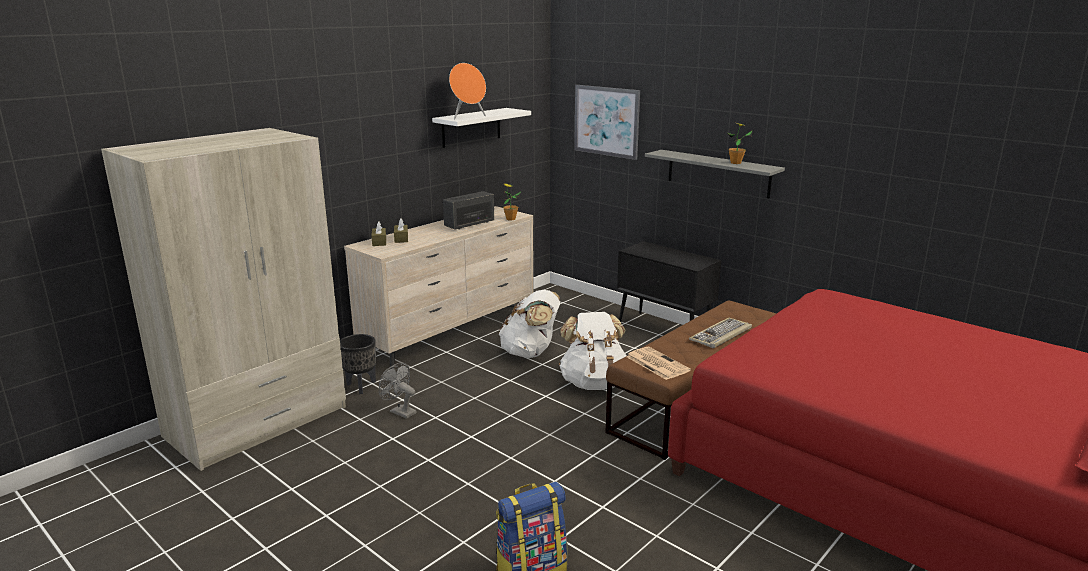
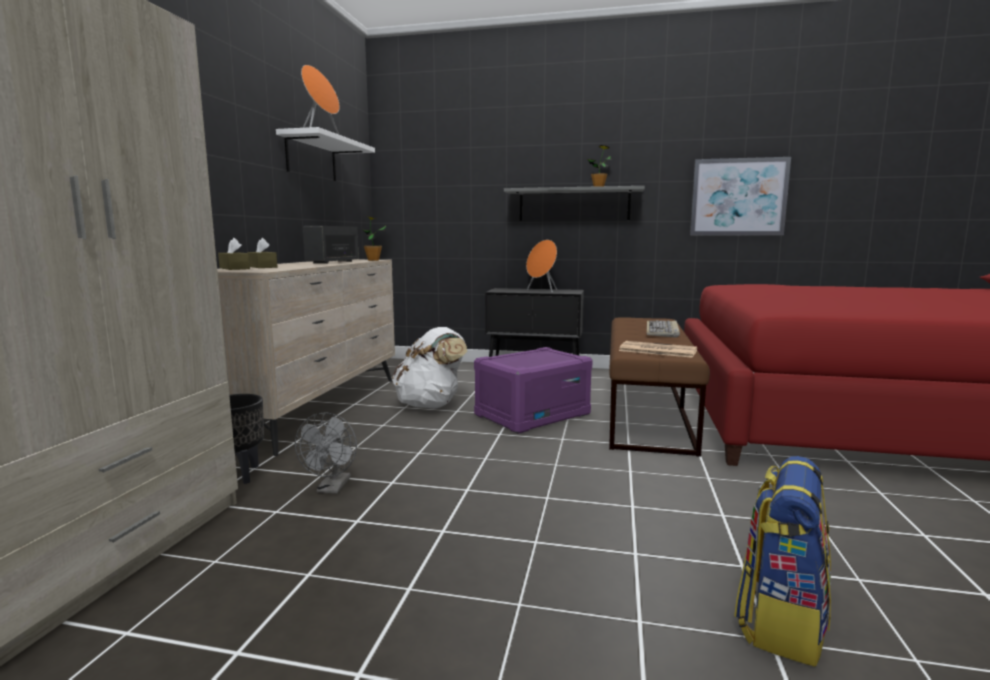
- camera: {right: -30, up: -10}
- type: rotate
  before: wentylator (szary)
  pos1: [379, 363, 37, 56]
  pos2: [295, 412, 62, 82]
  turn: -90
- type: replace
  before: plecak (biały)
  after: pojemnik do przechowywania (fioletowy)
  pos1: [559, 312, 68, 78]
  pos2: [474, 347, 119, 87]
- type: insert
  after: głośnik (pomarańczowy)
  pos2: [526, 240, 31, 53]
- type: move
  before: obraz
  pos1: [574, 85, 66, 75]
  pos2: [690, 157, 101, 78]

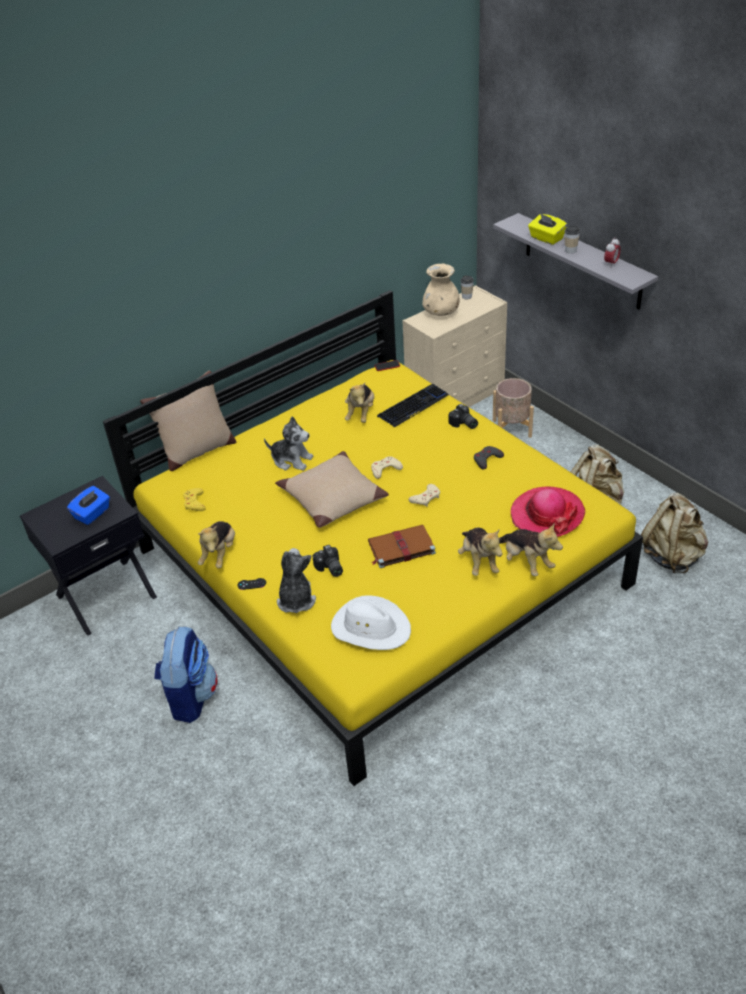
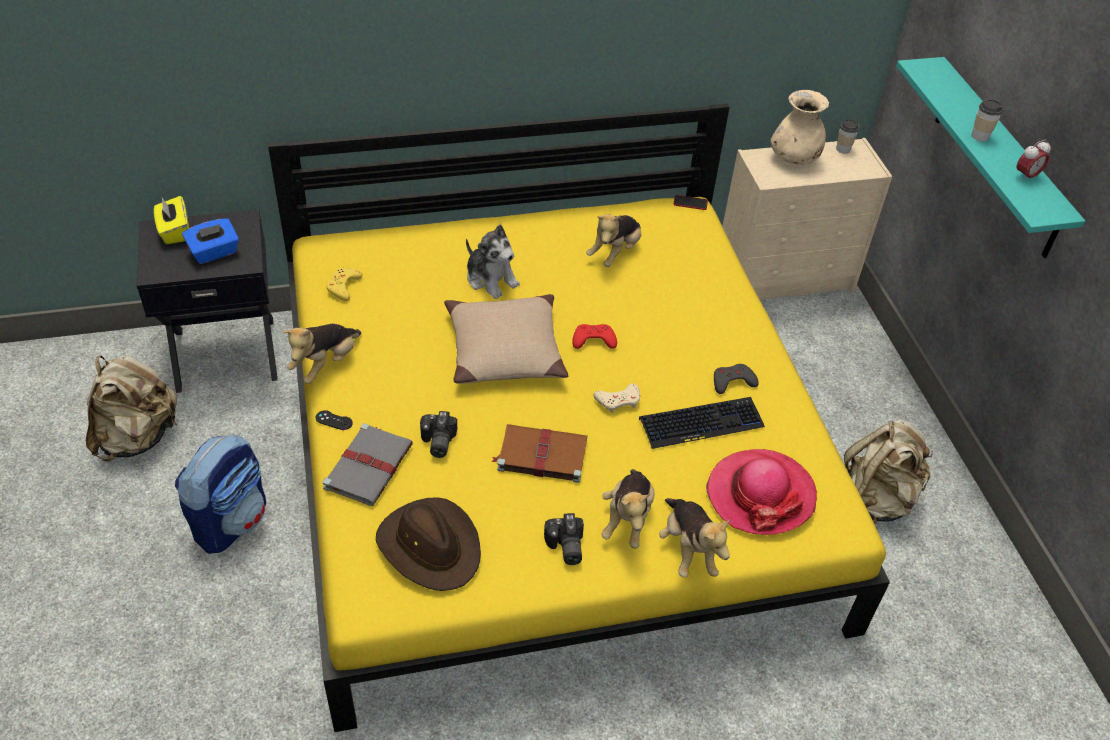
- camera: {right: 20, up: 5}
- type: move
  before: plecak (beżowy)
  pos1: [641, 493, 67, 80]
  pos2: [86, 355, 92, 107]
- type: move
  before: pudełko chusteczek (żółty)
  pos1: [528, 213, 39, 32]
  pos2: [154, 196, 35, 48]
- type: replace
  before: pluszak
  after: książka (szary)
  pos1: [277, 548, 39, 65]
  pos2: [323, 423, 90, 83]
- type: recolor
  before: kapelusz (biały)
  after: kapelusz (brązowy)
  pos1: [331, 595, 80, 55]
  pos2: [376, 497, 105, 94]
- type: move
  before: aparat fotograficzny
  pos1: [448, 404, 30, 25]
  pos2: [544, 513, 40, 52]
- type: recolor
  before: pad do gier (beżowy)
  after: pad do gier (czerwony)
  pos1: [371, 456, 32, 23]
  pos2: [572, 324, 45, 25]
- type: move
  before: klawiatura
  pos1: [377, 384, 72, 44]
  pos2: [639, 397, 126, 52]
- type: recolor
  before: półka (szary)
  after: półka (turkusowy)
  pos1: [493, 213, 165, 96]
  pos2: [896, 57, 189, 201]
- type: delete
  before: poduszka (beżowy)
  pos1: [140, 371, 96, 100]
- type: delete
  before: donica (beżowy)
  pos1: [493, 378, 41, 60]

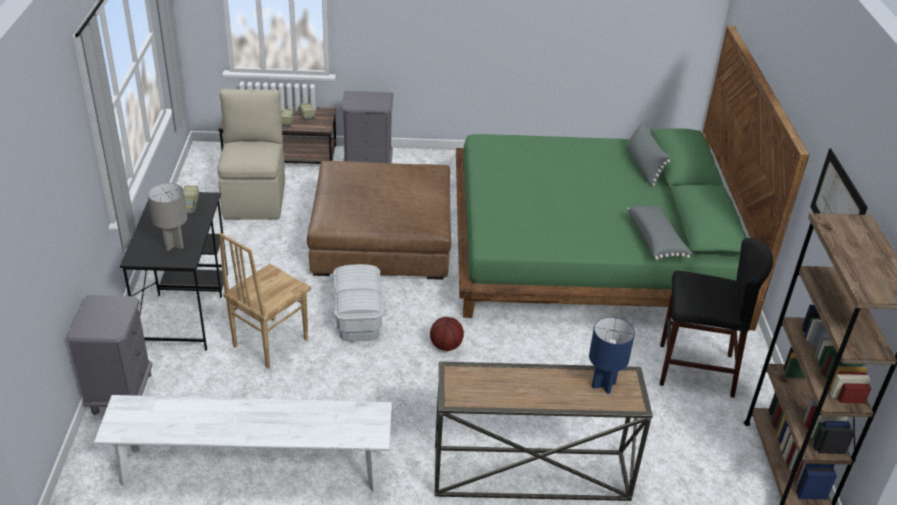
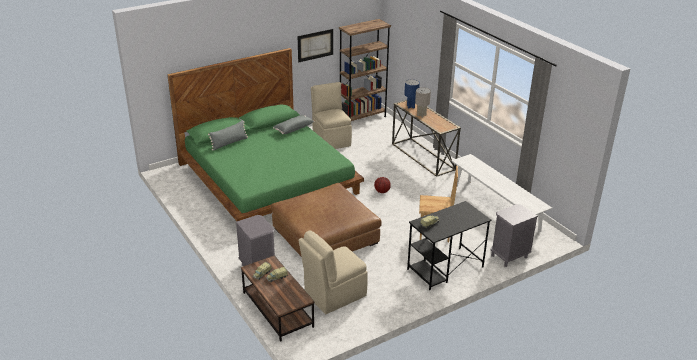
- camera: {right: -120, up: -5}
- type: replace
  before: stołek (czarny)
  after: krzesło (beżowy)
  pos1: [660, 238, 113, 160]
  pos2: [311, 82, 41, 67]
- type: move
  before: lampa stołowa (szary)
  pos1: [148, 183, 40, 68]
  pos2: [415, 87, 16, 31]
- type: delete
  before: pojemnik do przechowywania (biały)
  pos1: [333, 264, 51, 78]

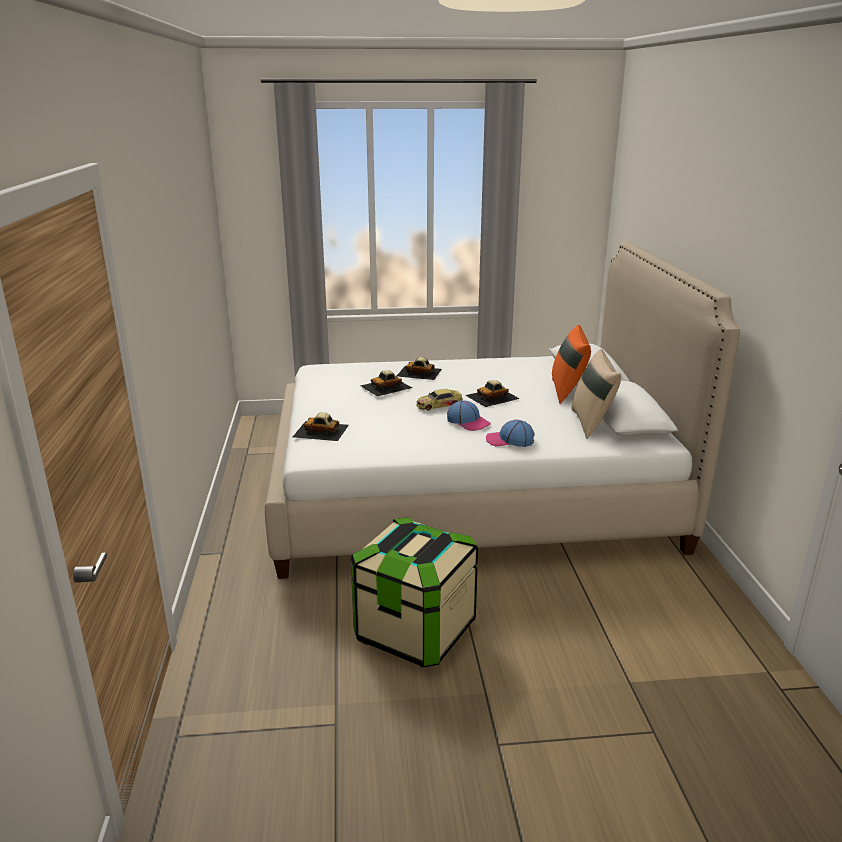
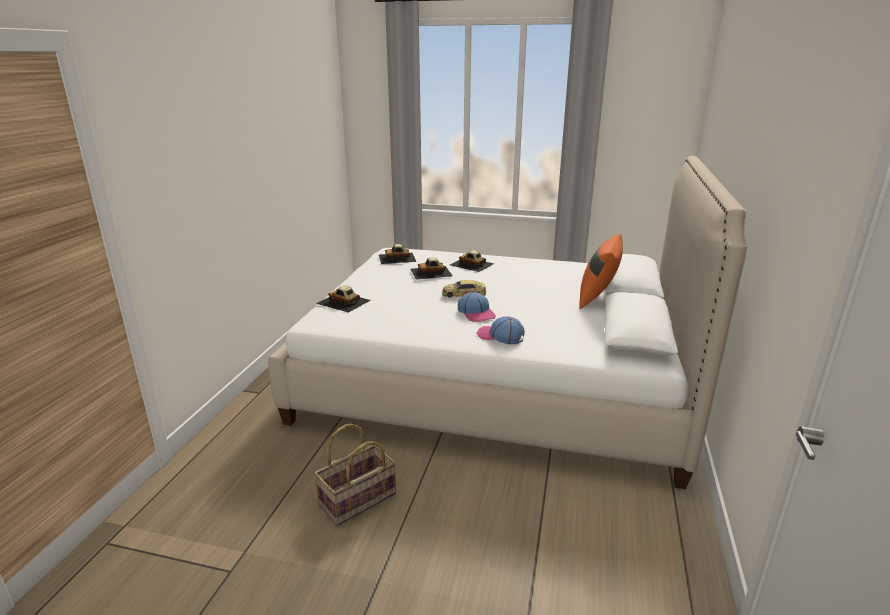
- camera: {right: 20, up: 0}
- type: replace
  before: pojemnik do przechowywania
  after: koszyk
  pos1: [351, 517, 127, 150]
  pos2: [314, 424, 82, 102]
- type: move
  before: samochodzik
  pos1: [465, 380, 55, 27]
  pos2: [379, 244, 37, 20]
- type: delete
  before: poduszka (beżowy)
  pos1: [572, 349, 49, 90]

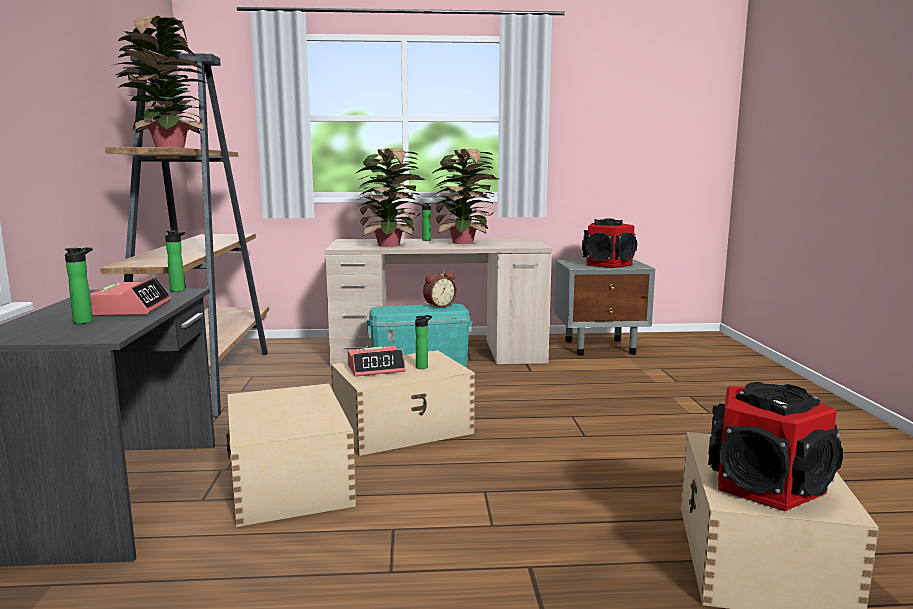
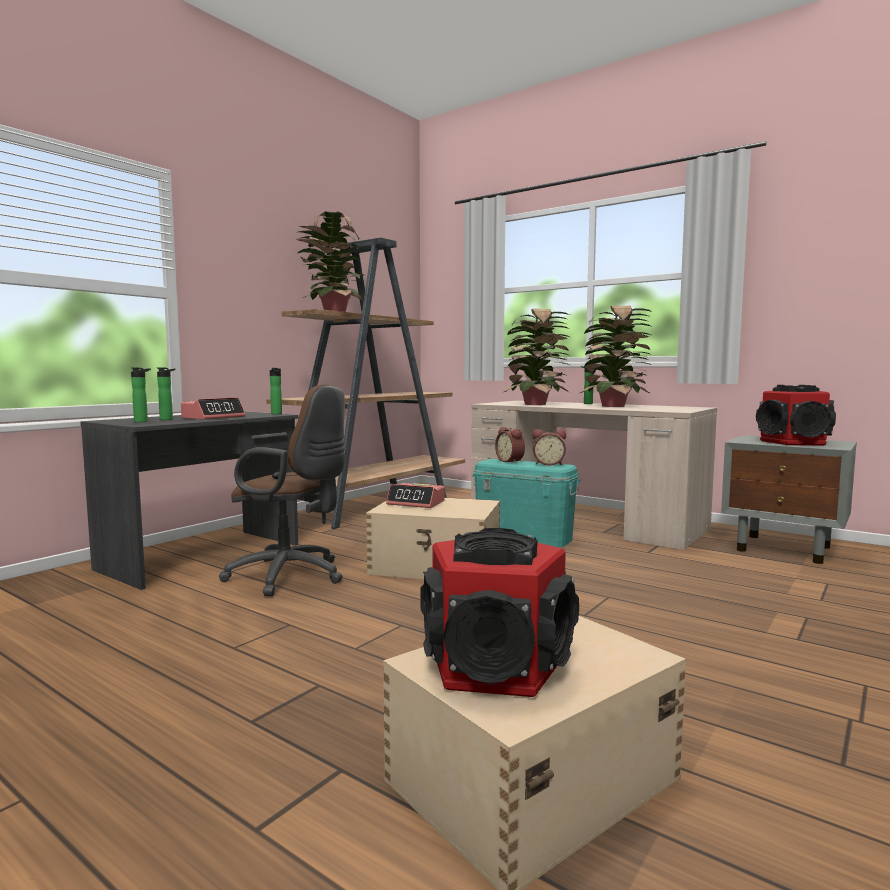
- camera: {right: 40, up: -5}
- type: move
  before: butelka
  pos1: [415, 315, 17, 54]
  pos2: [131, 367, 20, 55]
- type: replace
  before: pojemnik do przechowywania (beżowy)
  after: krzesło biurowe (brązowy)
  pos1: [226, 383, 130, 144]
  pos2: [219, 384, 126, 212]
- type: insert
  after: budzik
  pos2: [495, 427, 30, 37]

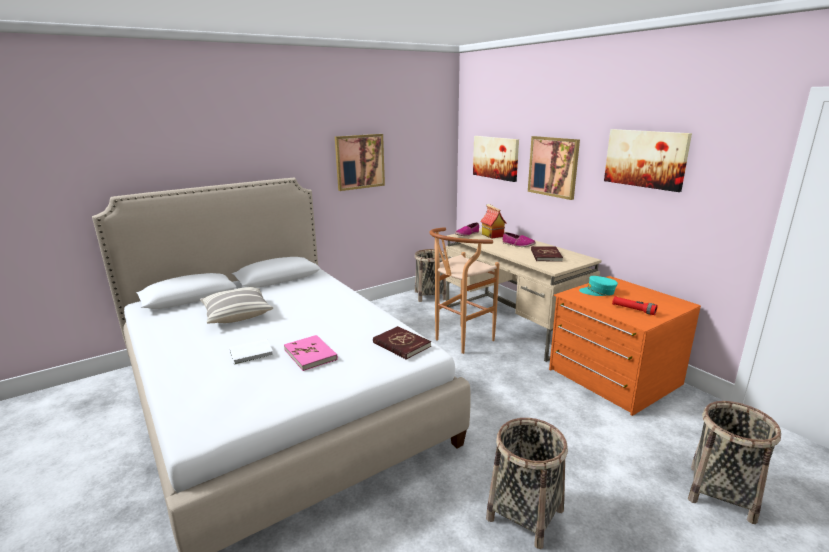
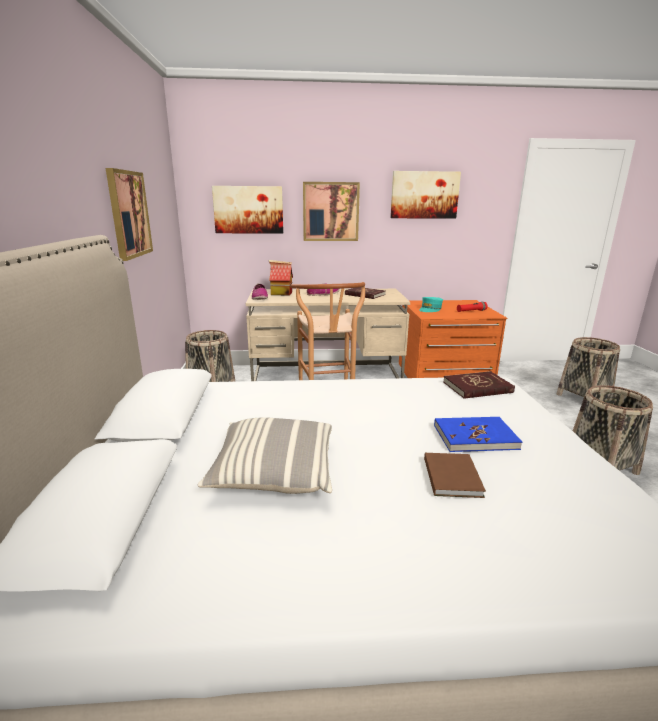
- camera: {right: -60, up: 0}
- type: recolor
  before: książka (biały)
  after: książka (brązowy)
  pos1: [230, 339, 43, 26]
  pos2: [424, 453, 62, 45]
- type: recolor
  before: książka (różowy)
  after: książka (niebieski)
  pos1: [284, 335, 54, 36]
  pos2: [434, 417, 88, 35]

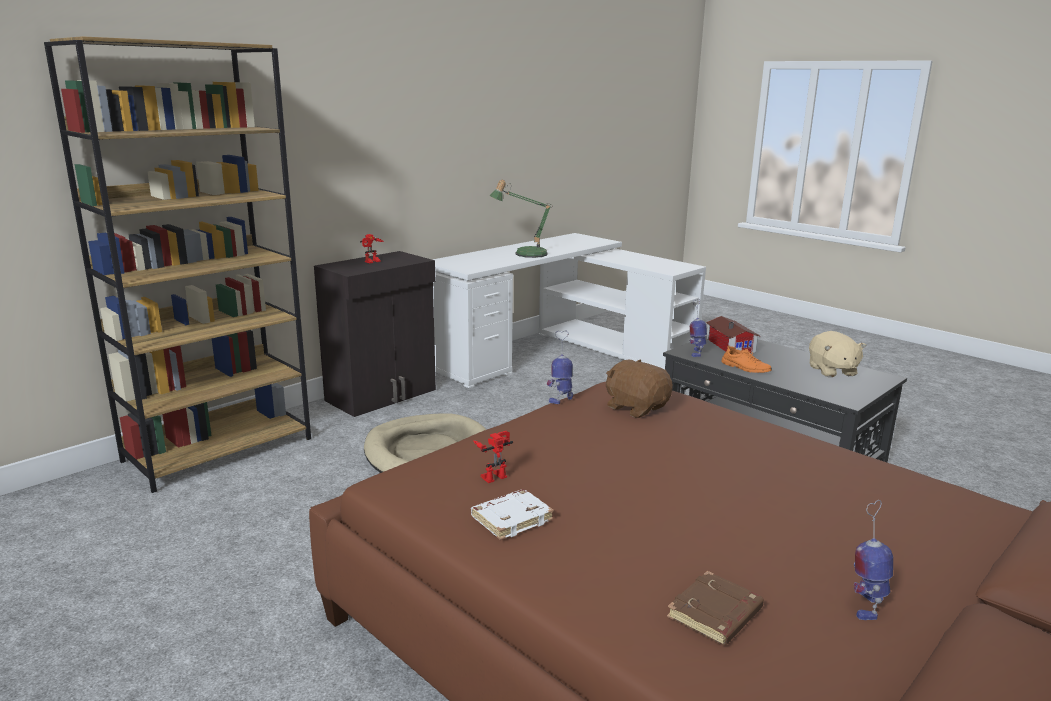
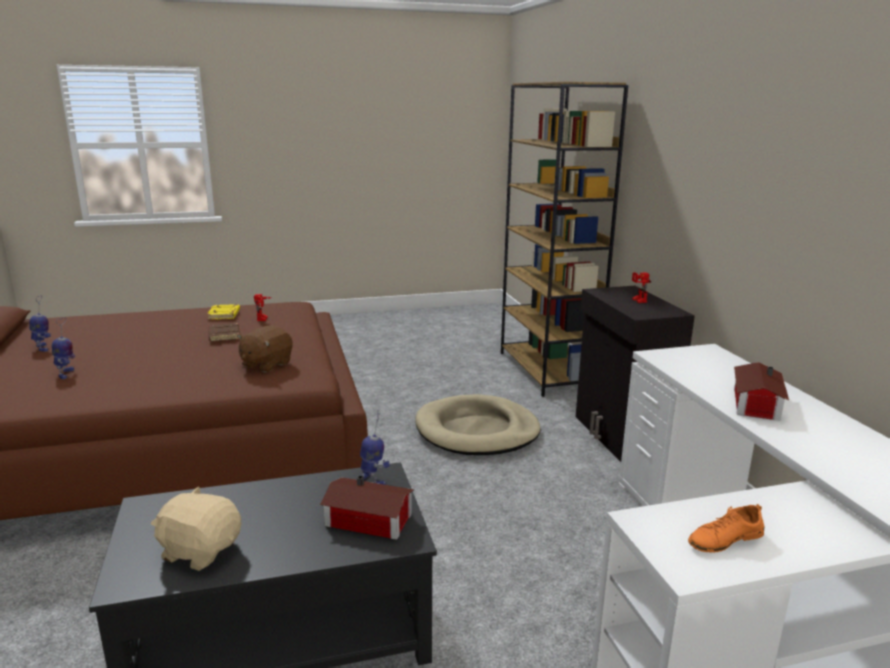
- camera: {right: 120, up: 0}
- type: move
  before: robot zabawkowy
  pos1: [547, 331, 26, 73]
  pos2: [52, 317, 23, 62]
- type: recolor
  before: książka (biały)
  after: książka (żółty)
  pos1: [471, 489, 83, 51]
  pos2: [207, 304, 33, 15]
- type: move
  before: książka (brązowy)
  pos1: [667, 571, 97, 74]
  pos2: [209, 323, 31, 19]
- type: rotate
  before: pluszak (brązowy)
  pos1: [606, 359, 67, 59]
  pos2: [237, 325, 56, 48]
  turn: 135
- type: move
  before: but (pomarańczowy)
  pos1: [721, 345, 51, 28]
  pos2: [688, 504, 76, 49]
- type: replace
  before: lampa stołowa
  after: domek
  pos1: [490, 180, 63, 78]
  pos2: [734, 362, 55, 59]

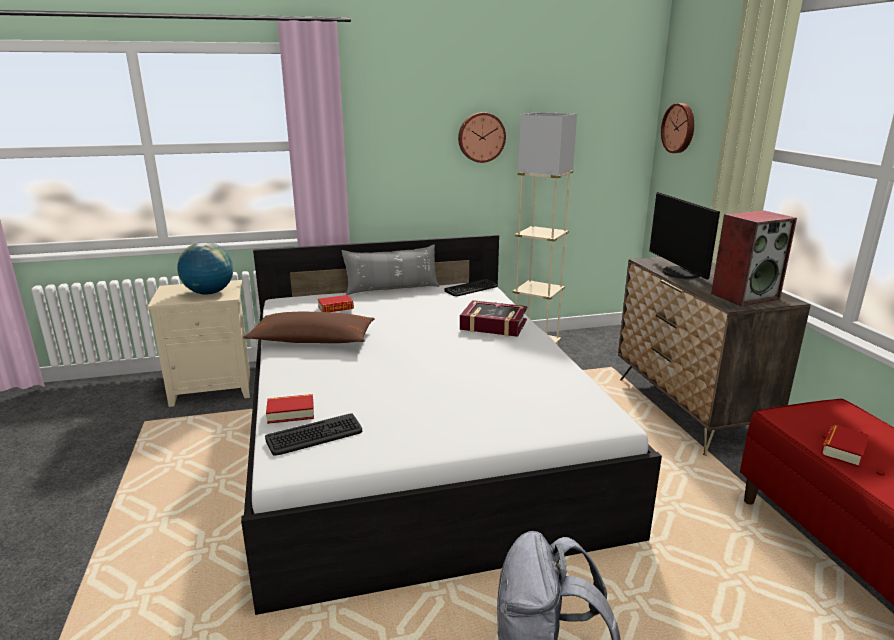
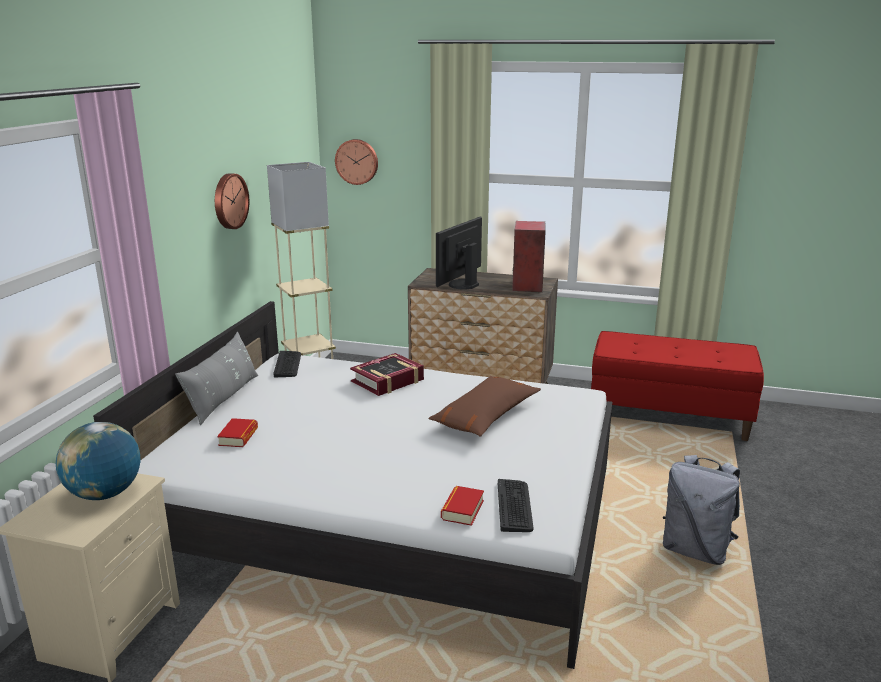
- camera: {right: -60, up: 0}
- type: move
  before: poduszka (brązowy)
  pos1: [243, 312, 132, 31]
  pos2: [428, 376, 113, 61]
- type: rotate
  before: monitor
  pos1: [649, 192, 71, 88]
  pos2: [436, 216, 46, 74]
  turn: 105
- type: delete
  before: książka
  pos1: [821, 425, 48, 42]

